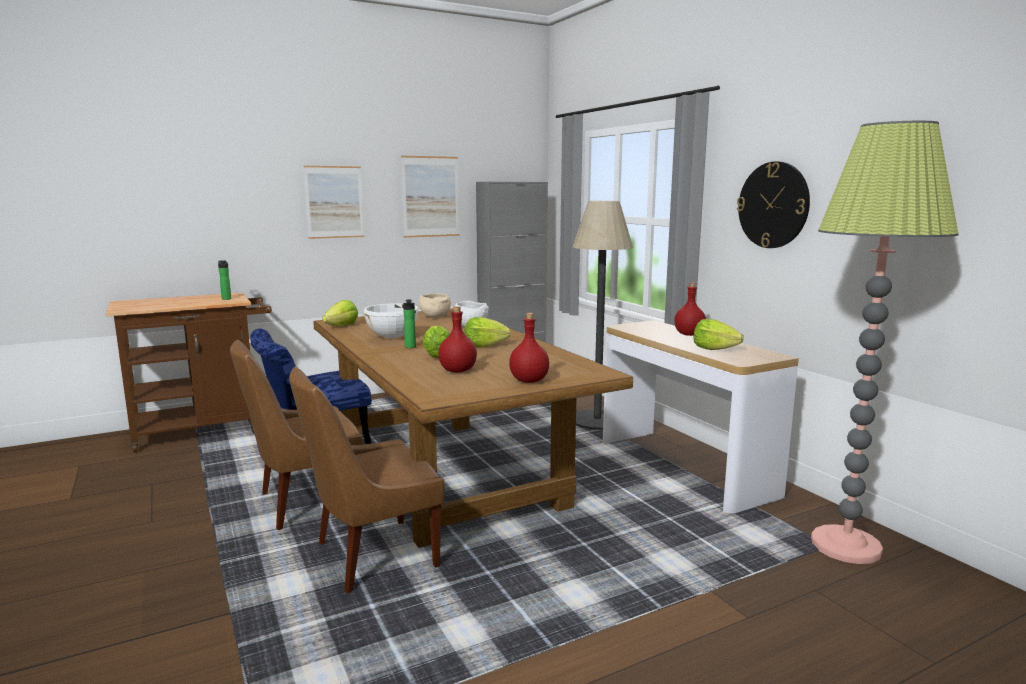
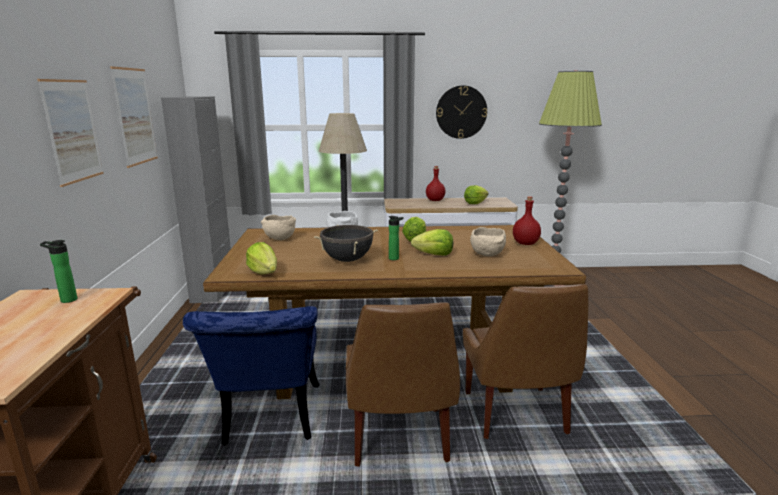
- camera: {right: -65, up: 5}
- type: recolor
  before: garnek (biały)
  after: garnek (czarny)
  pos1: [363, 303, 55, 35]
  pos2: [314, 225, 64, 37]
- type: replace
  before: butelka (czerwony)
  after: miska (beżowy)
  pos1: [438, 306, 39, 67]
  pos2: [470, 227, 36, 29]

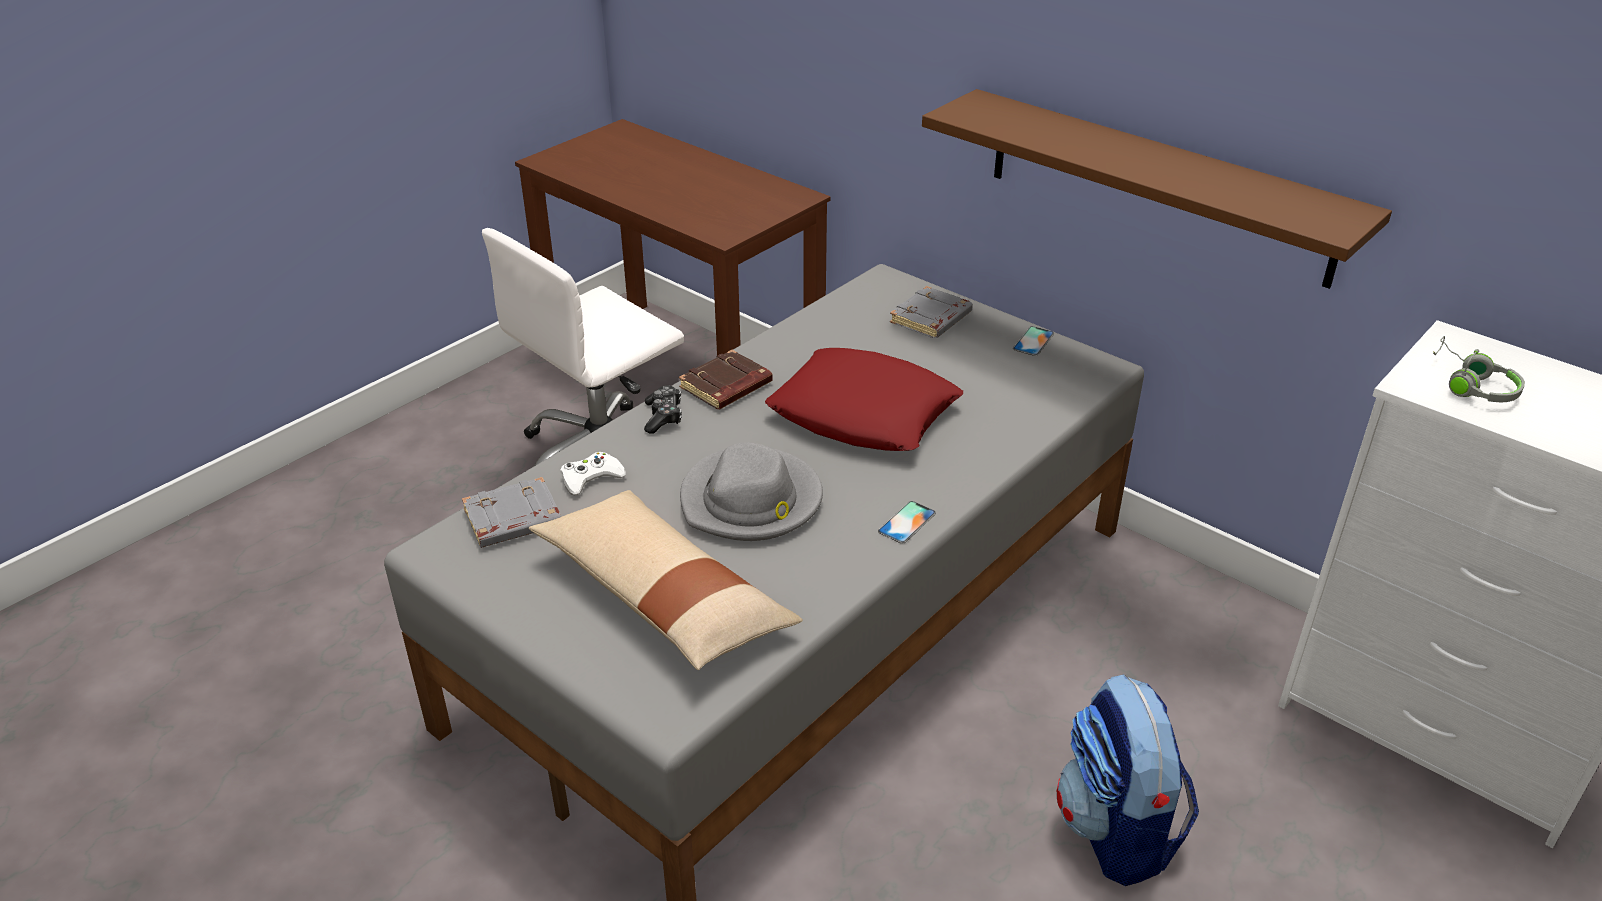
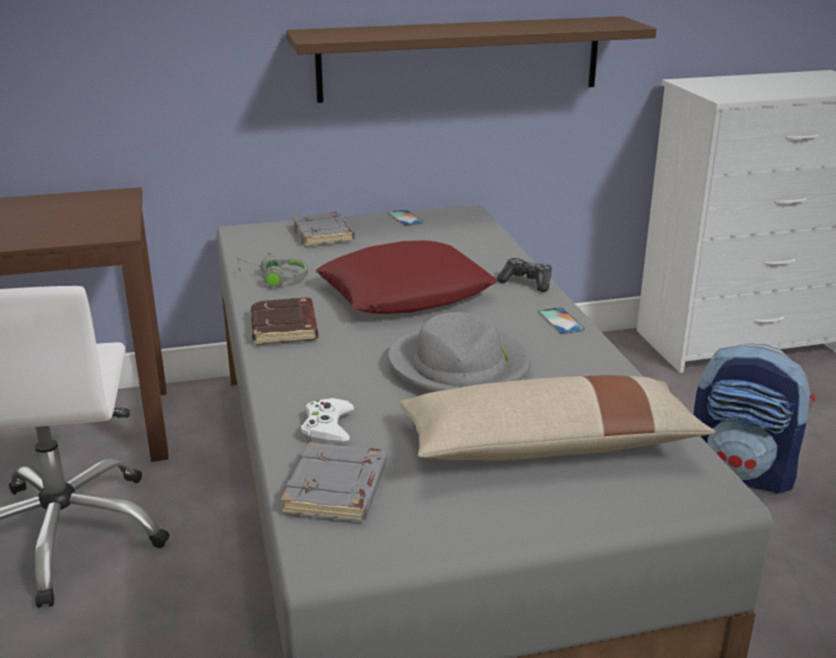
- camera: {right: -55, up: -10}
- type: move
  before: słuchawki (szary)
  pos1: [1433, 336, 92, 66]
  pos2: [238, 251, 70, 36]
- type: move
  before: pad do gier
  pos1: [644, 385, 38, 49]
  pos2: [497, 258, 55, 34]

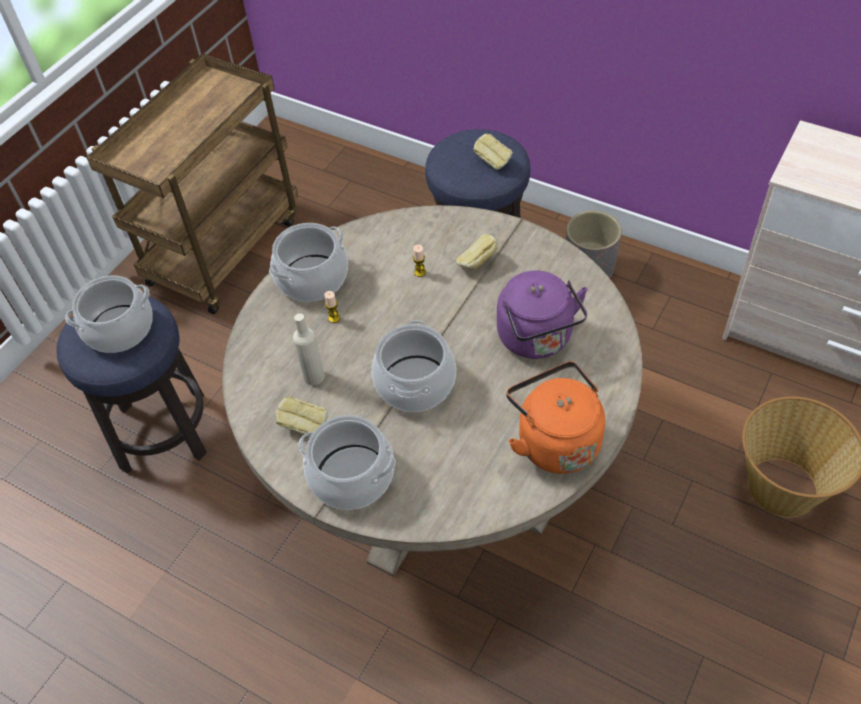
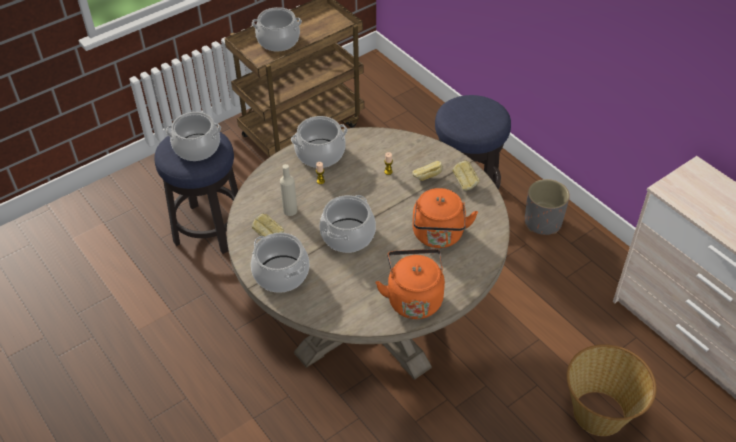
- camera: {right: 20, up: -5}
- type: insert
  after: garnek
  pos2: [252, 7, 50, 44]
- type: recolor
  before: czajnik (fioletowy)
  after: czajnik (pomarańczowy)
  pos1: [497, 270, 91, 89]
  pos2: [412, 188, 66, 60]
- type: move
  before: chleb
  pos1: [473, 133, 40, 37]
  pos2: [452, 160, 28, 31]

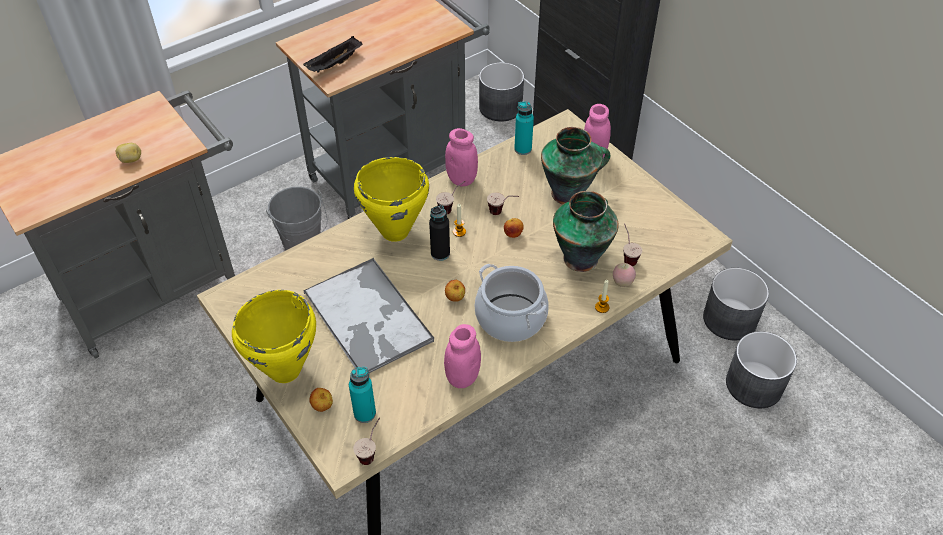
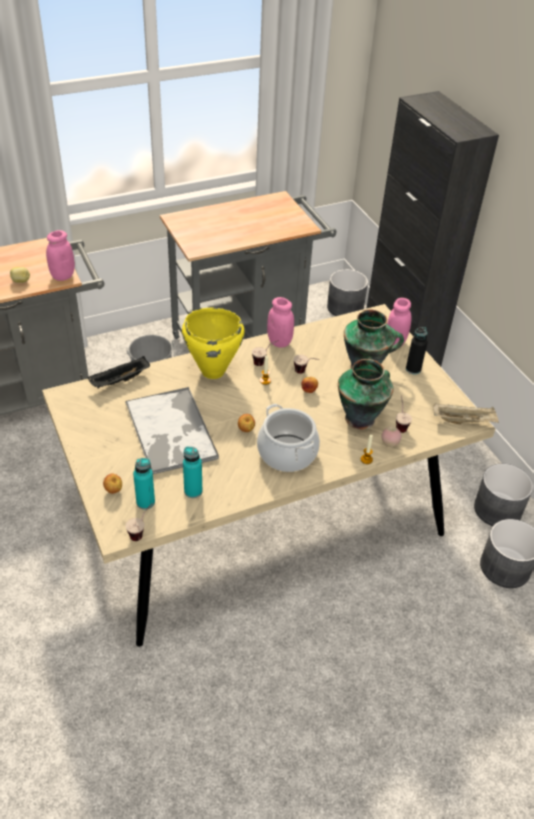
- camera: {right: 10, up: -5}
- type: move
  before: słoik (różowy)
  pos1: [444, 324, 37, 64]
  pos2: [46, 230, 29, 51]
- type: move
  before: taca (czarny)
  pos1: [303, 36, 59, 37]
  pos2: [87, 356, 63, 33]
- type: move
  before: butelka (turkusowy)
  pos1: [514, 101, 20, 54]
  pos2: [183, 446, 19, 52]
- type: move
  before: butelka (czarny)
  pos1: [429, 205, 21, 56]
  pos2: [406, 327, 22, 47]
- type: insert
  after: taca (beżowy)
  pos2: [434, 403, 65, 21]
- type: delete
  before: garnek (żółty)
  pos1: [232, 290, 84, 93]

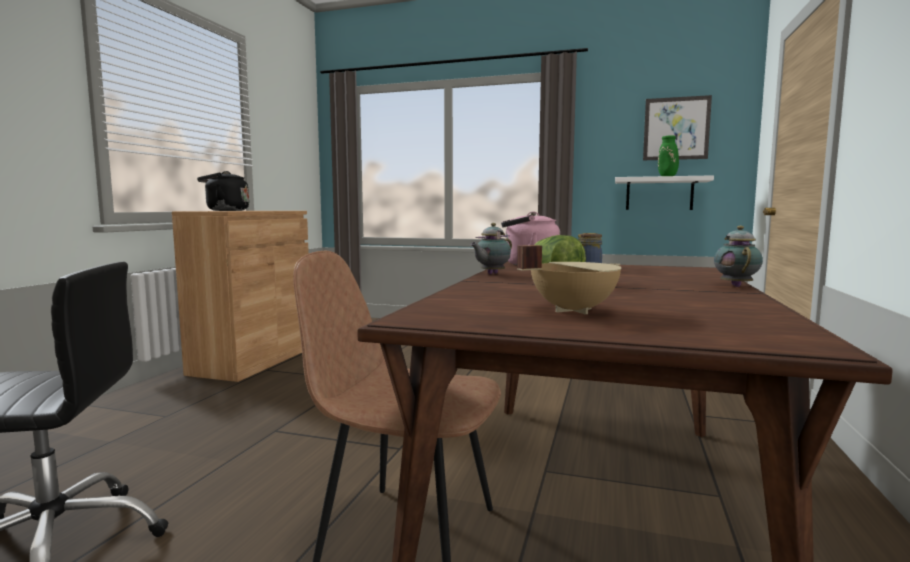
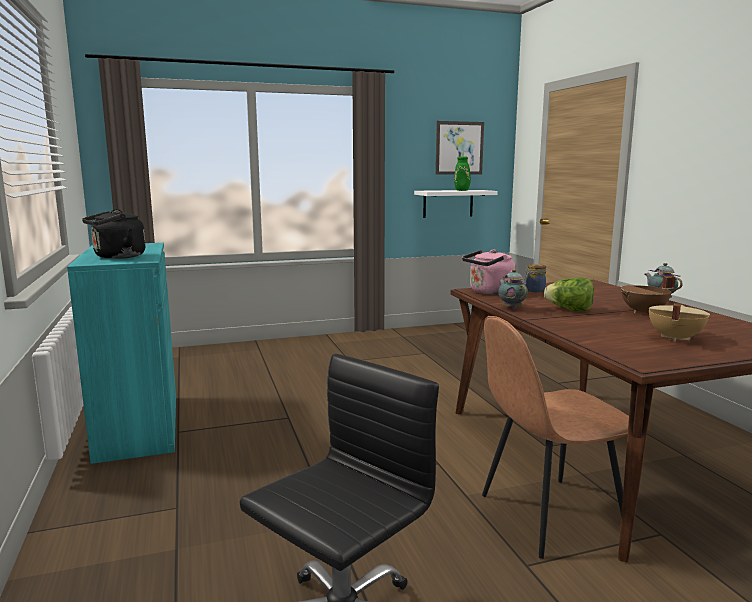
- camera: {right: -35, up: 5}
- type: recolor
  before: szafka (brązowy)
  after: szafka (turkusowy)
  pos1: [172, 211, 137, 171]
  pos2: [67, 243, 109, 221]
- type: rotate
  before: imbryk
  pos1: [470, 223, 42, 51]
  pos2: [498, 269, 30, 41]
  turn: 150
- type: insert
  after: garnek (brązowy)
  pos2: [621, 276, 55, 38]

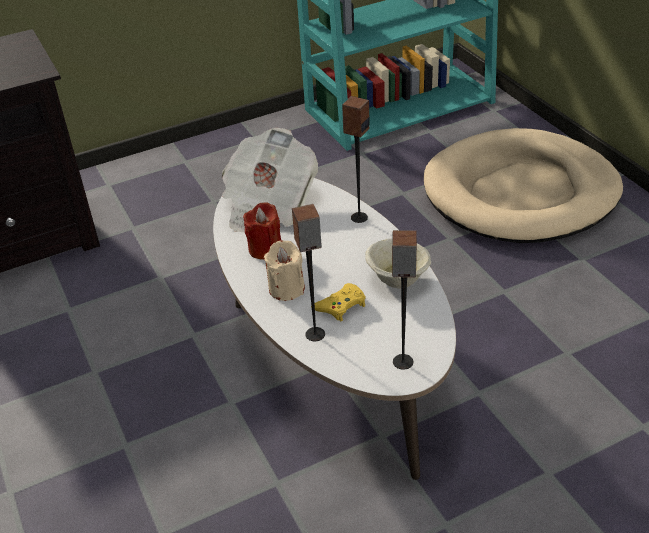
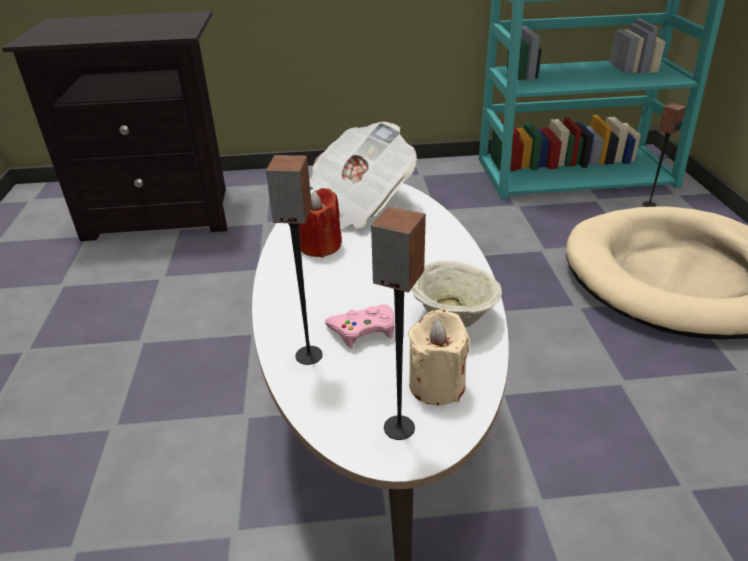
- camera: {right: 20, up: -5}
- type: recolor
  before: pad do gier (żółty)
  after: pad do gier (różowy)
  pos1: [311, 283, 55, 39]
  pos2: [325, 304, 70, 45]
- type: move
  before: świeca (beżowy)
  pos1: [264, 240, 41, 61]
  pos2: [408, 310, 62, 95]
- type: move
  before: głośnik
  pos1: [342, 96, 28, 127]
  pos2: [642, 103, 44, 104]

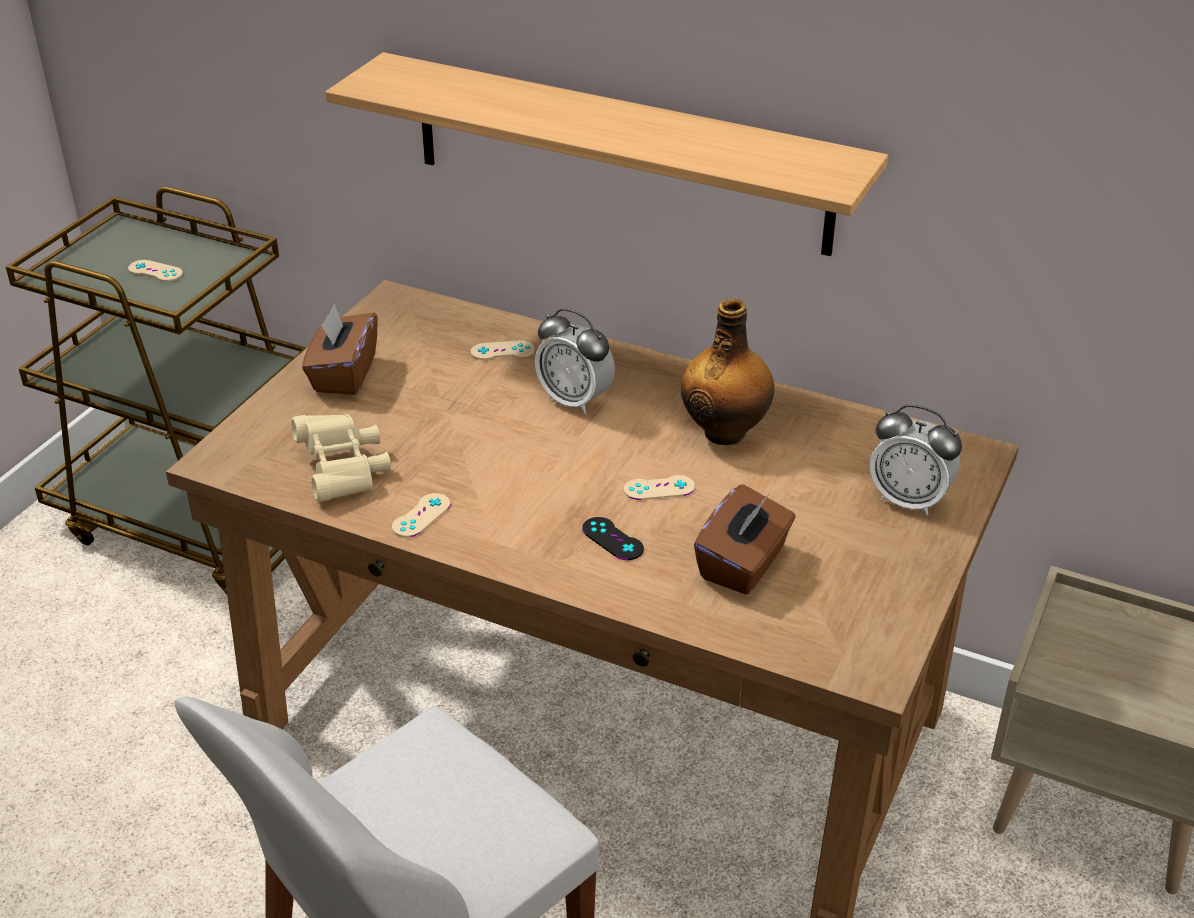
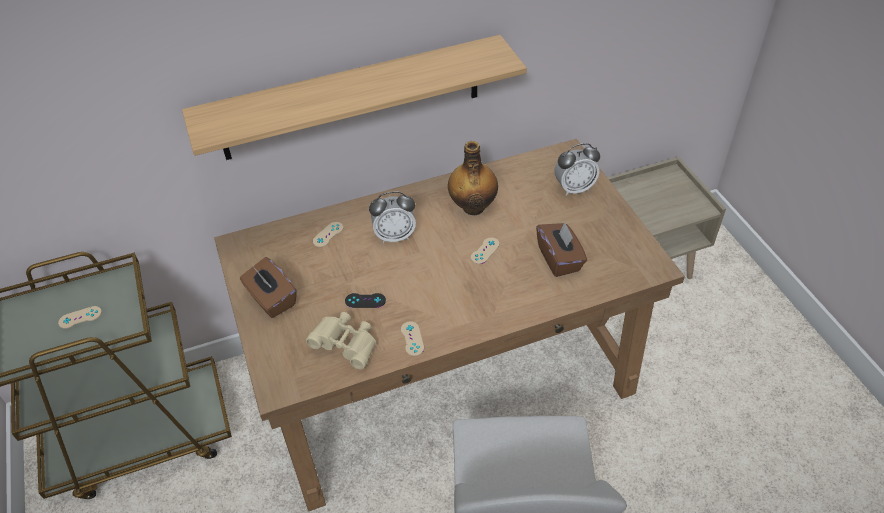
- camera: {right: -45, up: 10}
- type: move
  before: pad do gier (czarny)
  pos1: [582, 517, 62, 43]
  pos2: [345, 293, 41, 15]

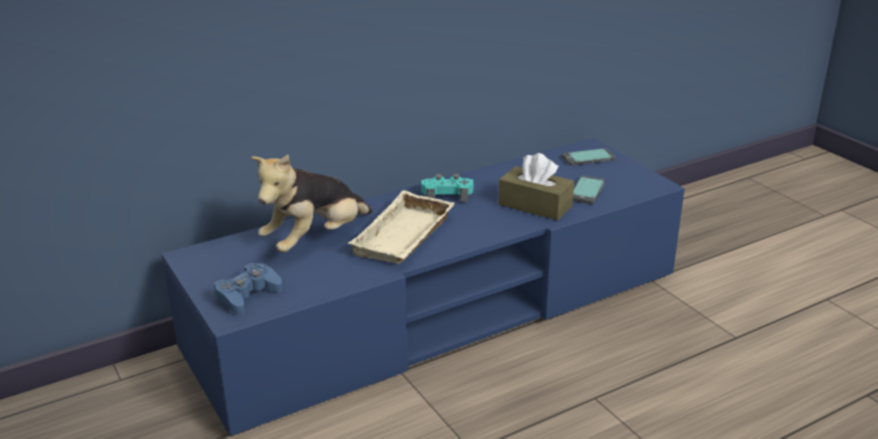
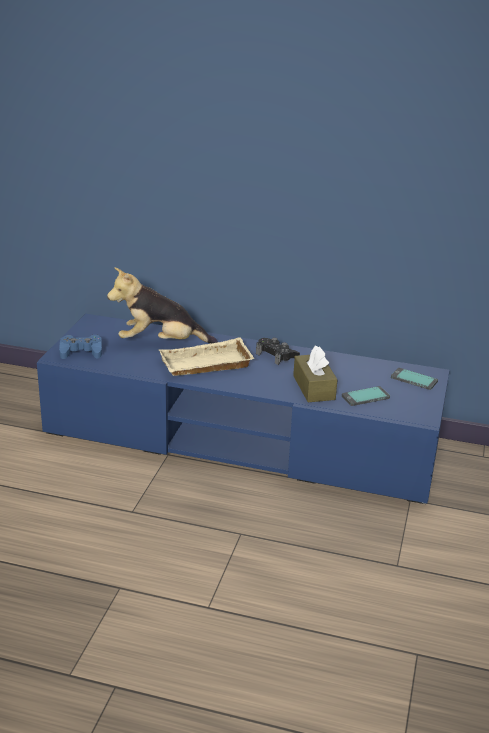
- camera: {right: 45, up: 0}
- type: recolor
  before: pad do gier (turkusowy)
  after: pad do gier (czarny)
  pos1: [421, 174, 52, 28]
  pos2: [256, 338, 44, 27]

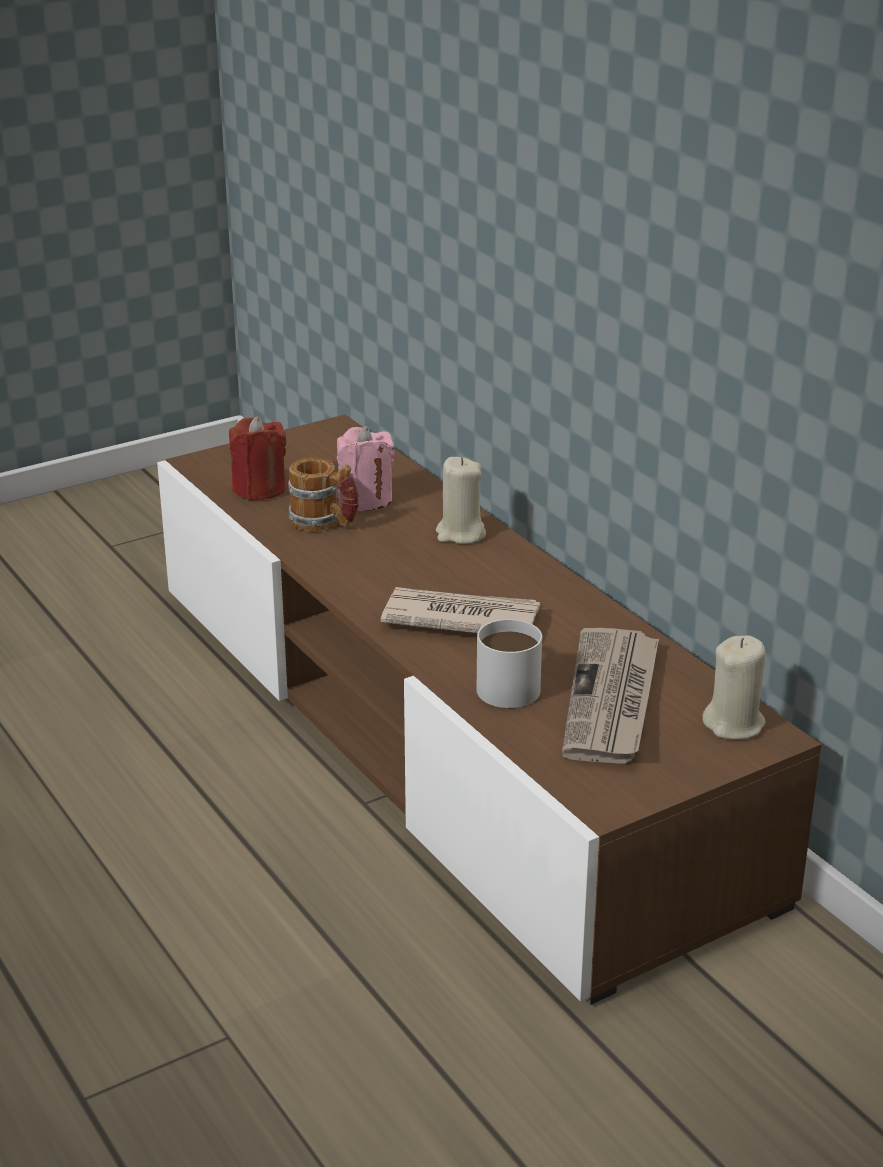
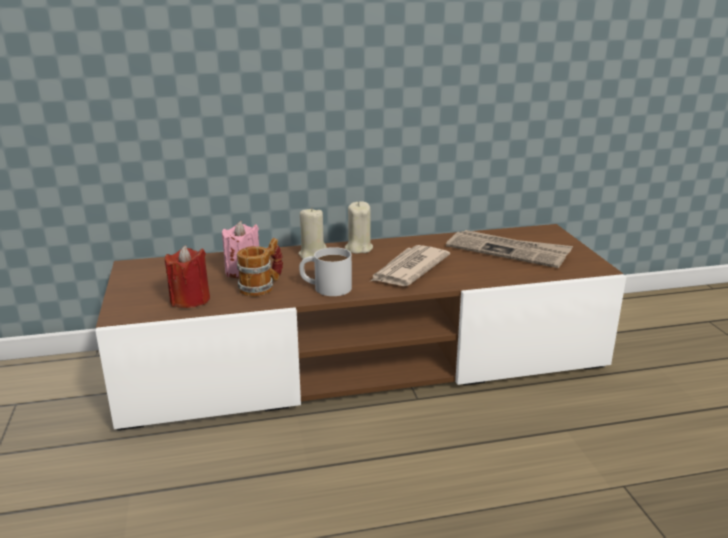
- camera: {right: -70, up: -5}
- type: move
  before: kubek (biały)
  pos1: [477, 619, 65, 89]
  pos2: [299, 247, 53, 49]
- type: move
  before: świeca (beżowy)
  pos1: [702, 635, 64, 104]
  pos2: [345, 201, 28, 53]

